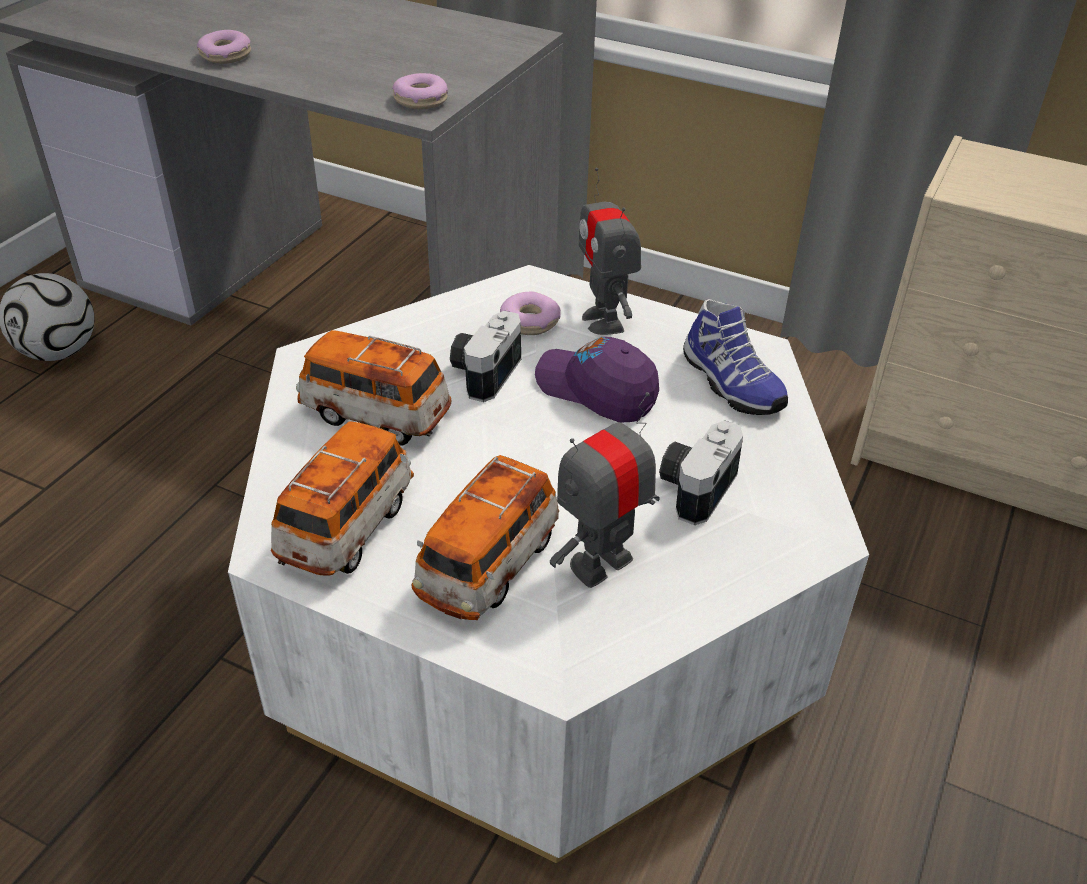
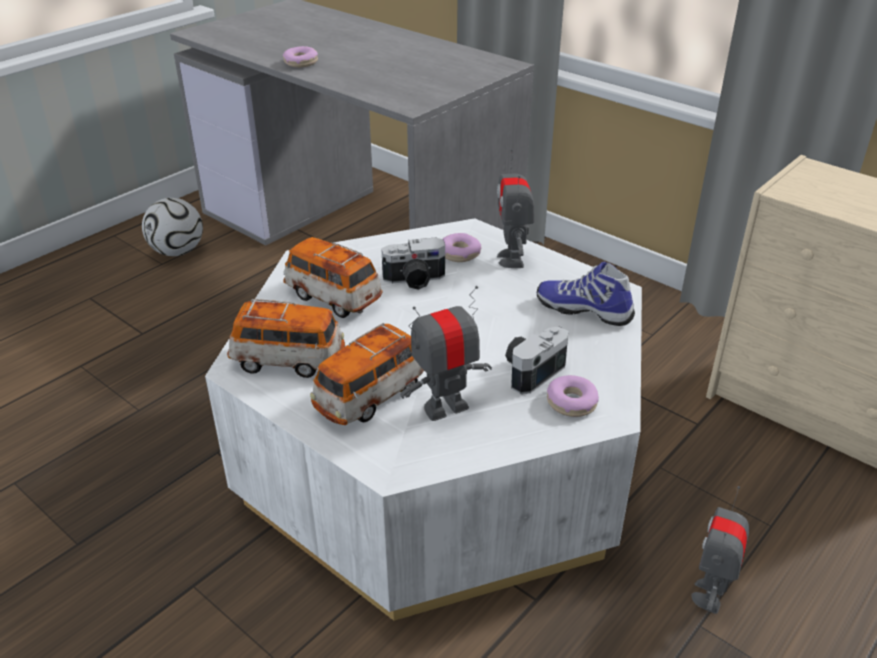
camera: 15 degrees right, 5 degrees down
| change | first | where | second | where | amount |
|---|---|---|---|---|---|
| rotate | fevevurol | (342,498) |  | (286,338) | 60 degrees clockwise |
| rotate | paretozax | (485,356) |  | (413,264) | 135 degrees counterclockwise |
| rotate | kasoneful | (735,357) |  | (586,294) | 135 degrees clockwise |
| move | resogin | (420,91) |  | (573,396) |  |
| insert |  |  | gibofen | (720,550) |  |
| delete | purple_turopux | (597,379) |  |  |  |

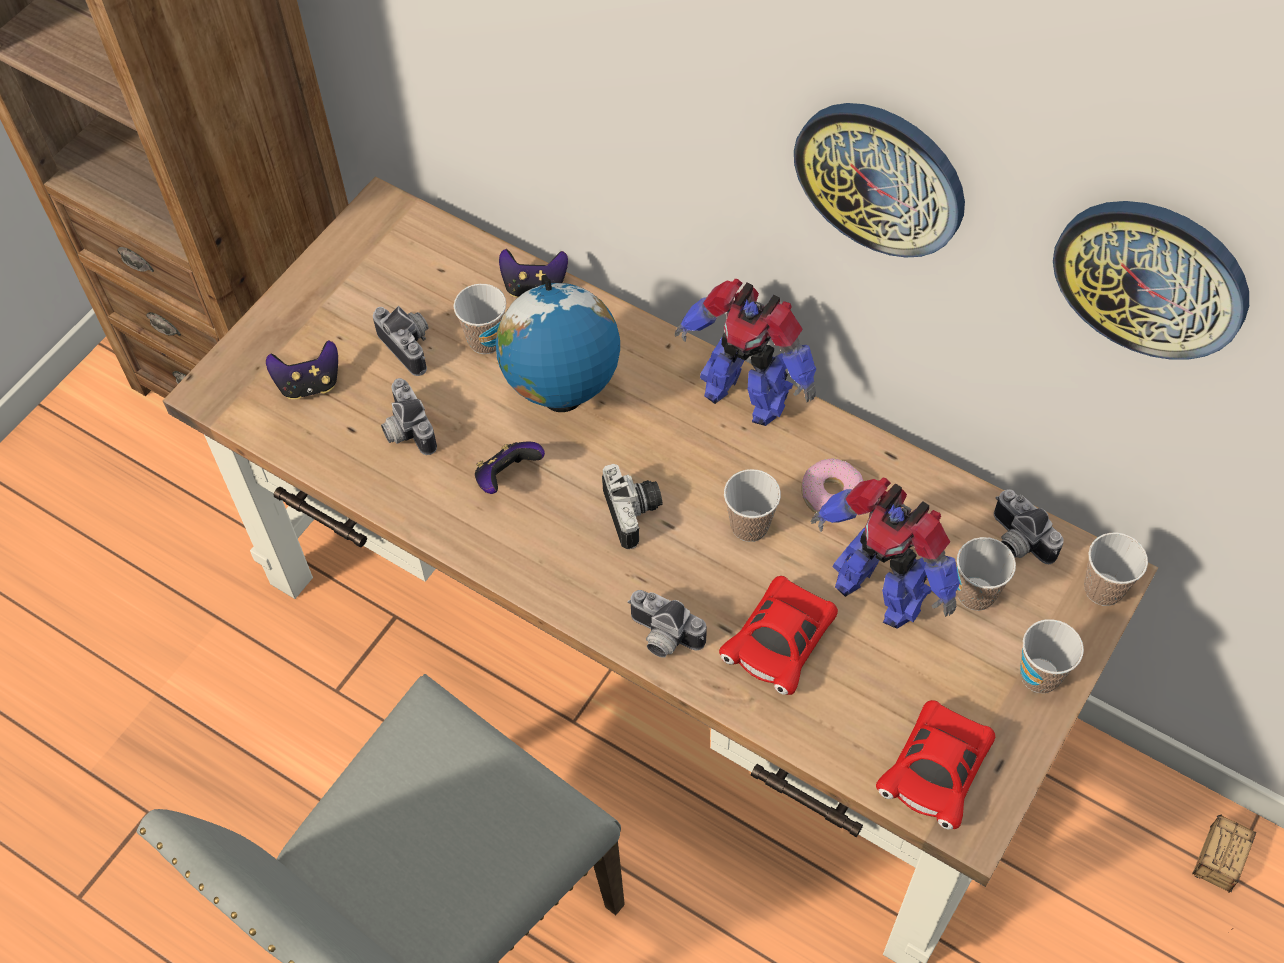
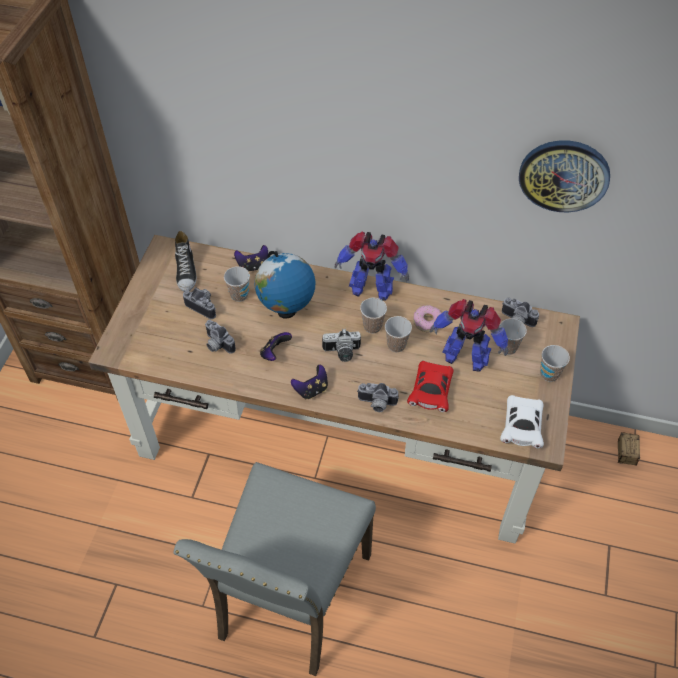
camera: 20 degrees left, 5 degrees down
| change | first | where | second | where | amount |
|---|---|---|---|---|---|
| insert |  |  | kasoneful | (186,261) |  |
| move | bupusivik | (302,370) |  | (309,382) |  |
| rotate | paretozax | (632,506) |  | (341,345) | 120 degrees clockwise |
| move | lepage | (1116,569) |  | (373,315) |  |
| recolor | red_fevevurol | (935,764) | white_fevevurol | (522,422) |  |
| delete | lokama | (879,180) |  |  |  |

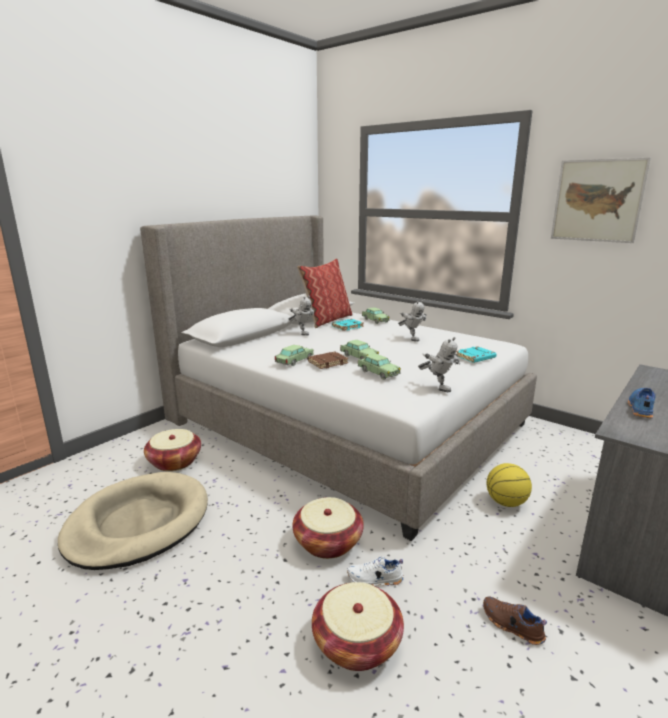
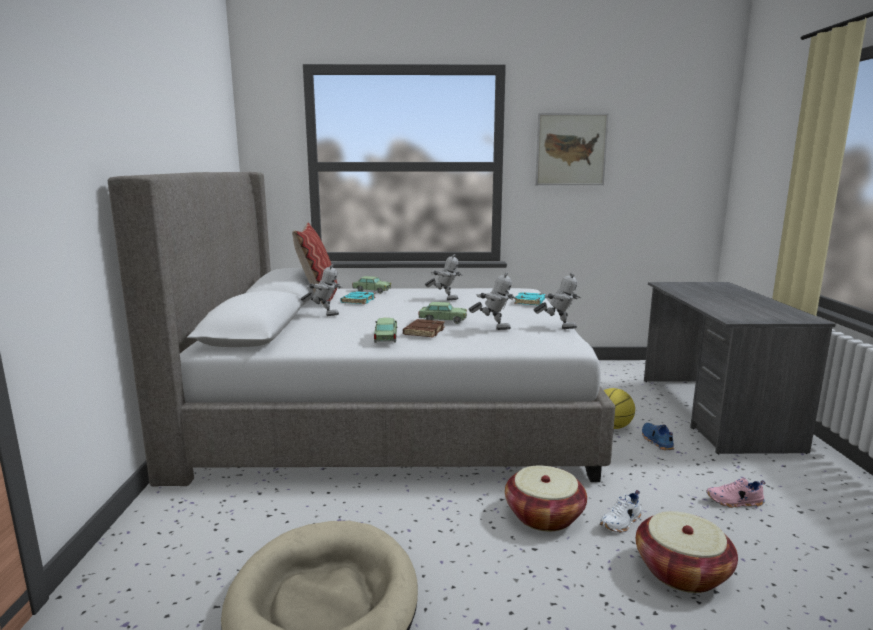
camera: 40 degrees left, 5 degrees down
| change | first | where | second | where | amount |
|---|---|---|---|---|---|
| replace | fevevurol | (379,367) | gibofen | (492,301) |  |
| move | blue_kasoneful | (642,403) |  | (658,436) |  |
| recolor | brown_kasoneful | (515,620) | pink_kasoneful | (736,493) |  |
| delete | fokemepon | (172,450) |  |  |  |

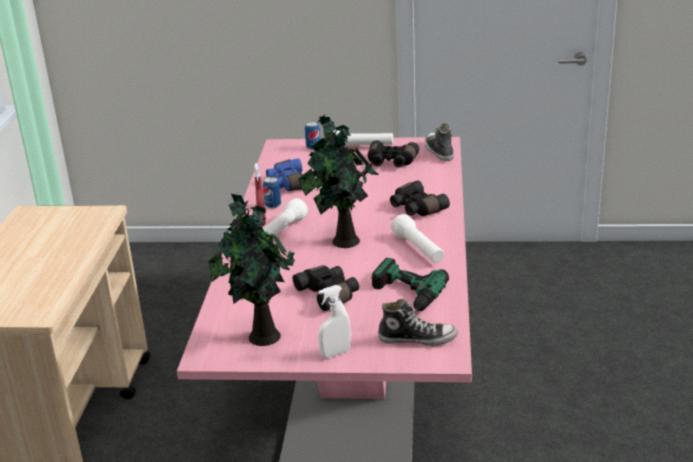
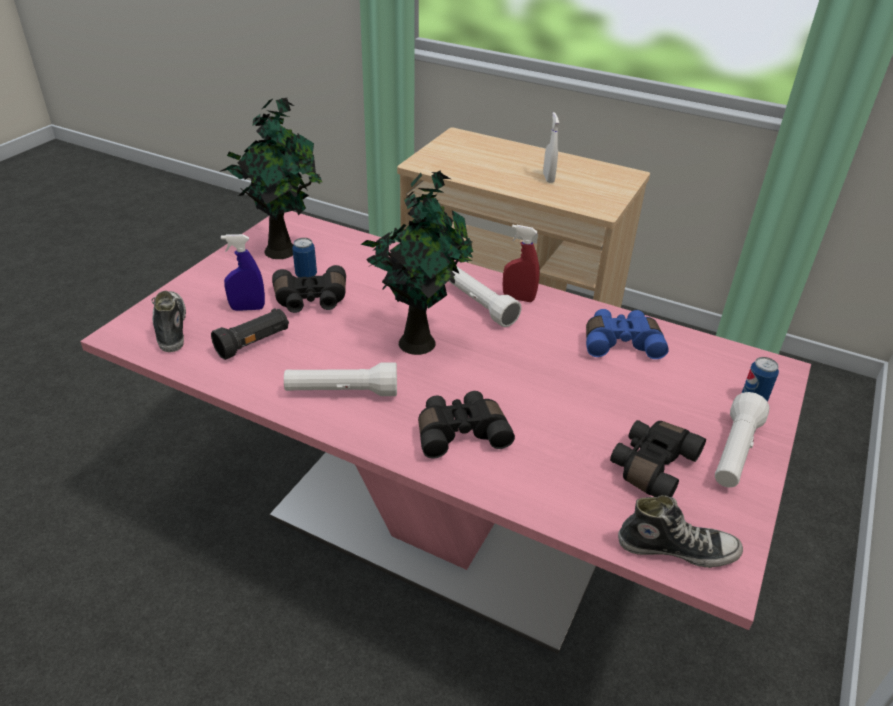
camera: 110 degrees right, 10 degrees up
| change | first | where | second | where | amount |
|---|---|---|---|---|---|
| rotate | kasoneful | (418,322) |  | (169,321) | 135 degrees clockwise |
| replace | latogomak | (410,285) | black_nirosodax | (250,334) |  |
| insert |  |  | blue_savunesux | (243,272) |  |
| move | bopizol | (272,192) |  | (304,257) |  |
| move | white_savunesux | (334,321) |  | (551,147) |  |

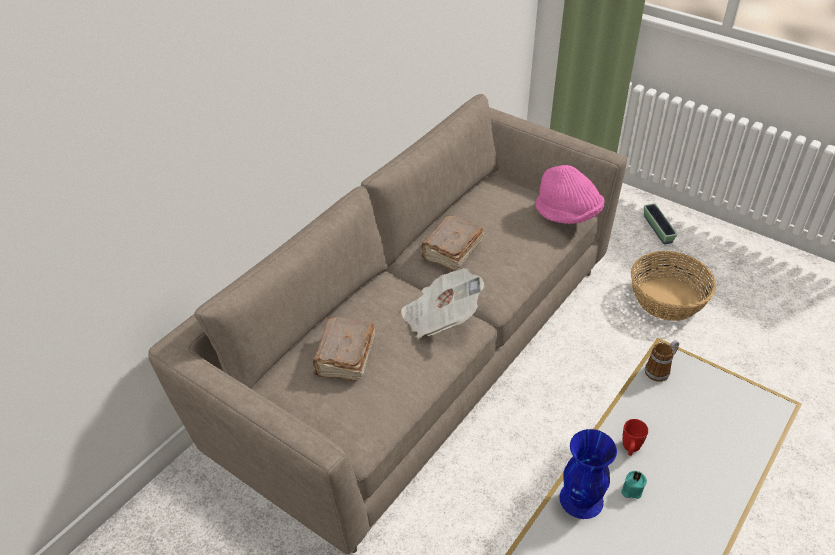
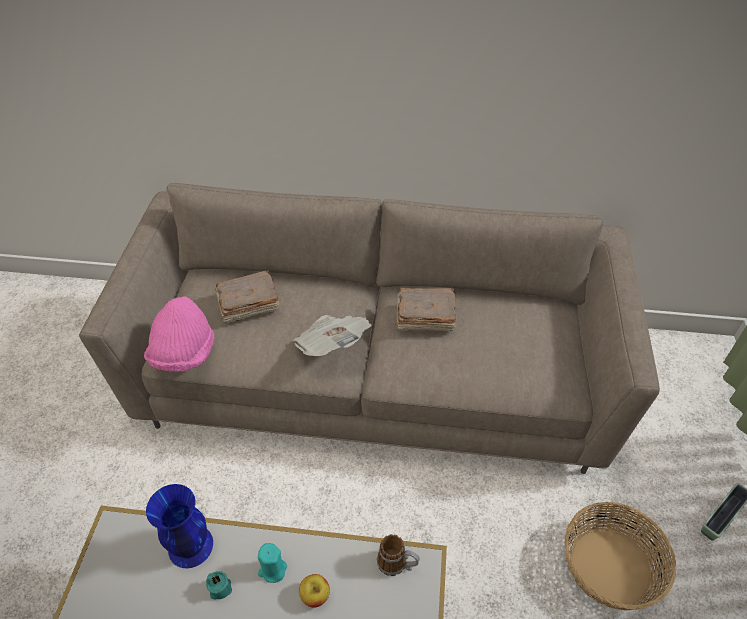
camera: 60 degrees right, 5 degrees up
| change | first | where | second | where | amount |
|---|---|---|---|---|---|
| move | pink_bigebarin | (570,194) |  | (179,334) |  |
| replace | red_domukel | (635,437) | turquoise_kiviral | (272,563) |  |
| insert |  |  | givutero | (314,591) |  |

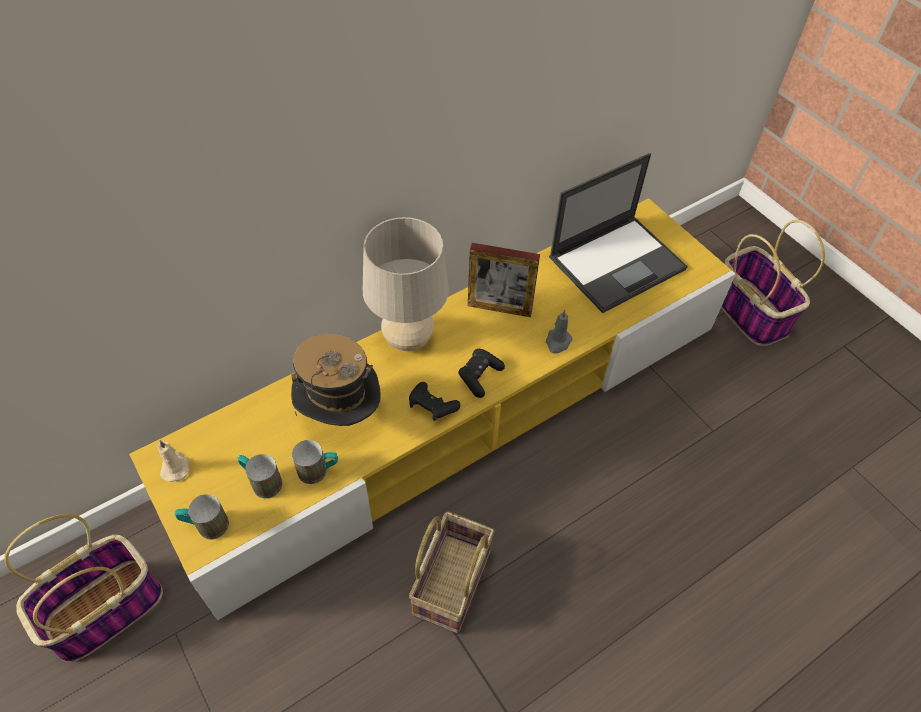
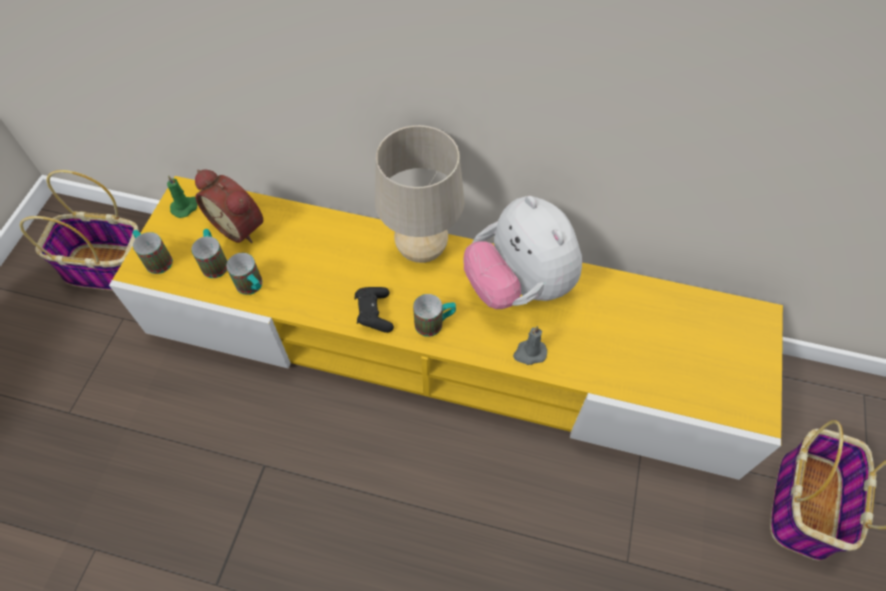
camera: 50 degrees right, 5 degrees up
| change | first | where | second | where | amount |
|---|---|---|---|---|---|
| recolor | beige_kiviral | (173,461) | green_kiviral | (182,196) |  |
| insert |  |  | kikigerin | (229,206) |  |
| replace | black_bupusivik | (481,373) | domukel | (434,315) |  |
| replace | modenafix | (504,280) | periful | (523,252) |  |
| delete | bigebarin | (336,379) |  |  |  |
| delete | fokemepon | (452,572) |  |  |  |
| delete | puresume | (618,233) |  |  |  |

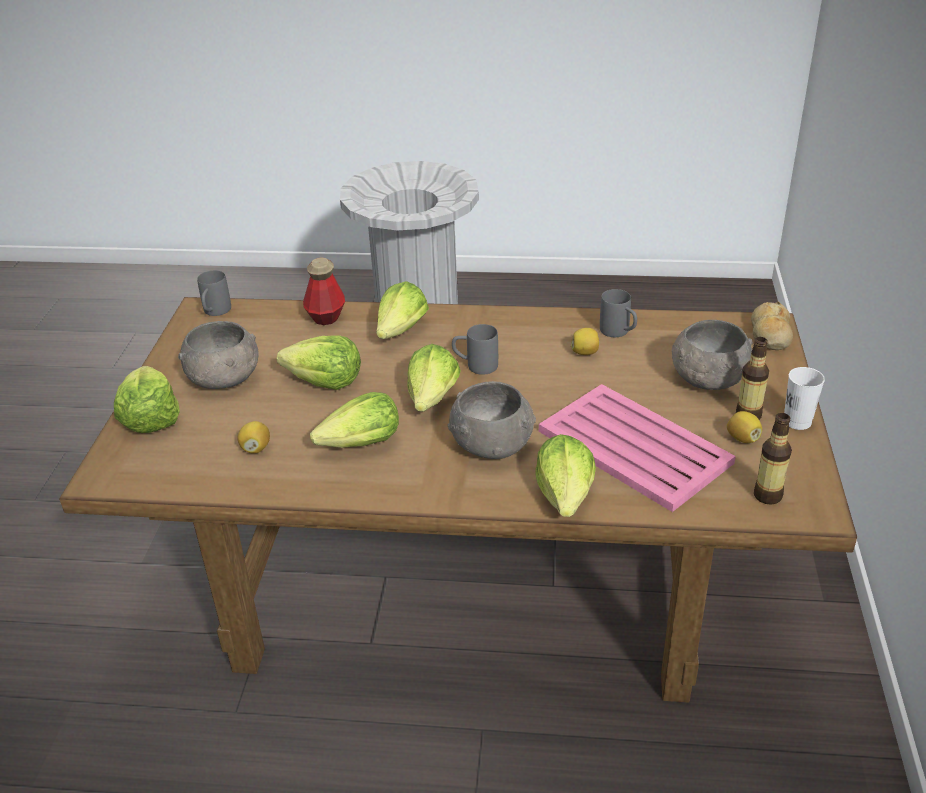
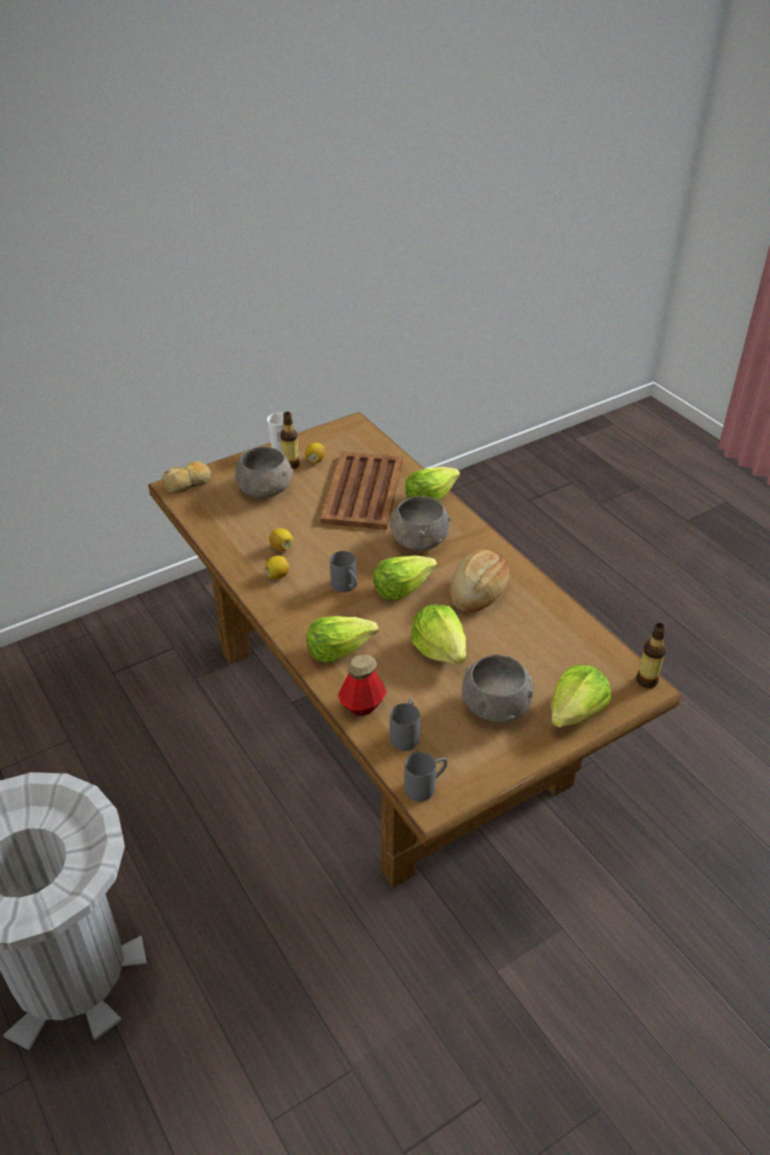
camera: 130 degrees left, 5 degrees up
| change | first | where | second | where | amount |
|---|---|---|---|---|---|
| move | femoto | (254,437) |  | (277,567) |  |
| recolor | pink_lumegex | (637,448) | brown_lumegex | (361,491) |  |
| move | grey_domukel | (618,313) |  | (405,725) |  |
| replace | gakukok | (354,420) | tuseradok | (479,581) |  |
| move | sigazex | (773,459) |  | (651,655) |  |

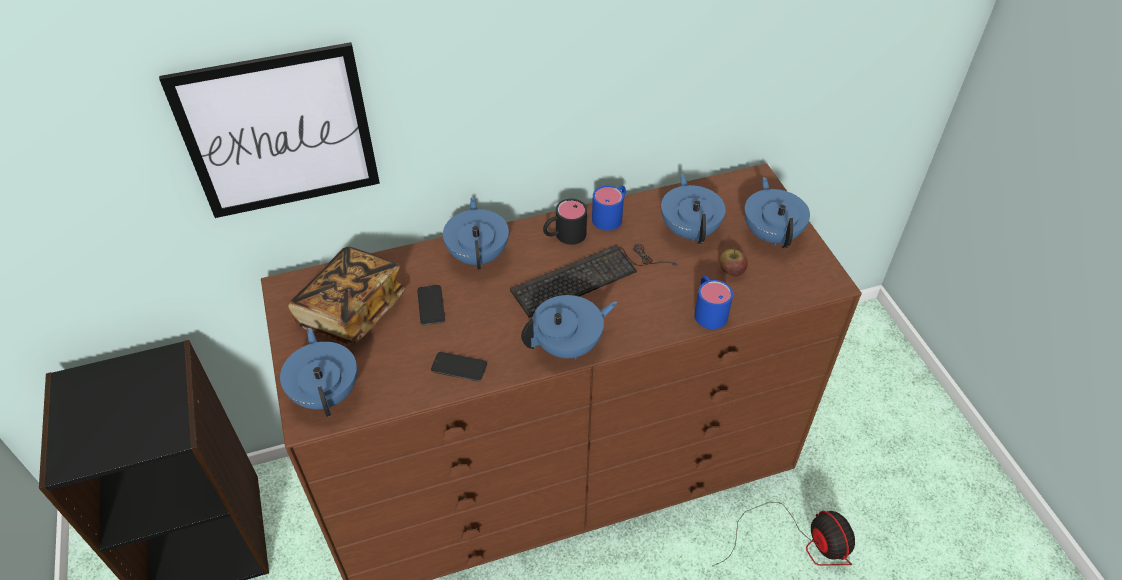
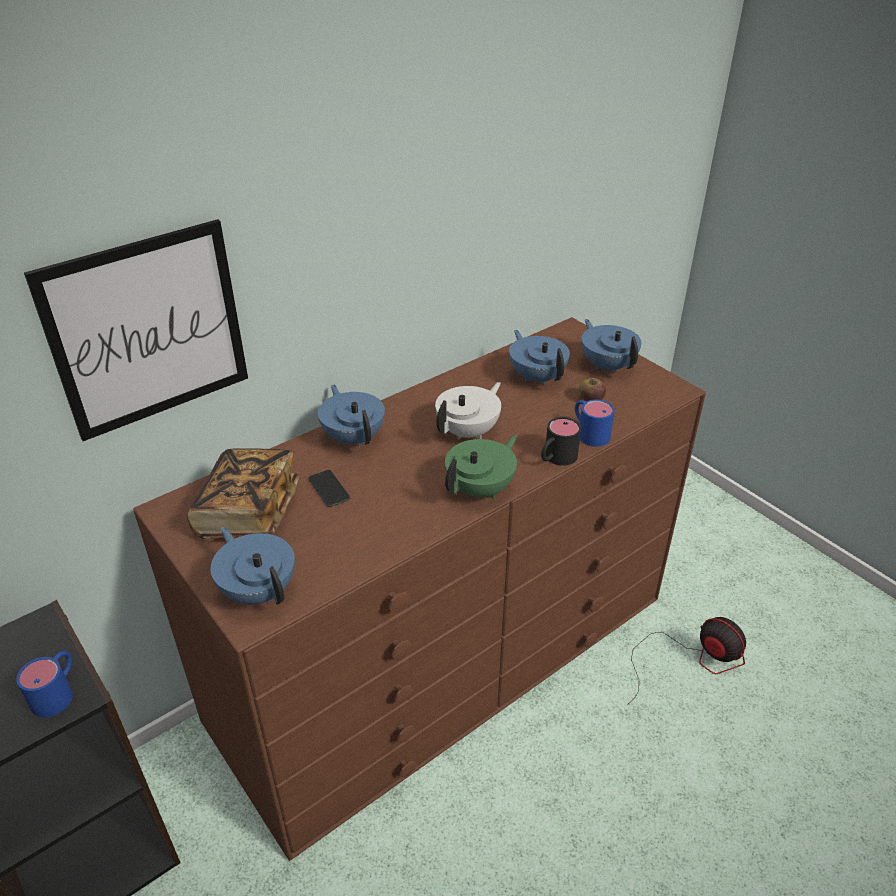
camera: 20 degrees left, 10 degrees down
| change | first | where | second | where | amount |
|---|---|---|---|---|---|
| move | blue_domukel | (609,208) |  | (44,684) |  |
| replace | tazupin | (593,281) | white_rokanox | (468,411) |  |
| recolor | blue_rokanox | (569,327) | green_rokanox | (481,467) |  |
| move | black_domukel | (565,222) |  | (561,441) |  |
| delete | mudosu | (459,366) |  |  |  |

